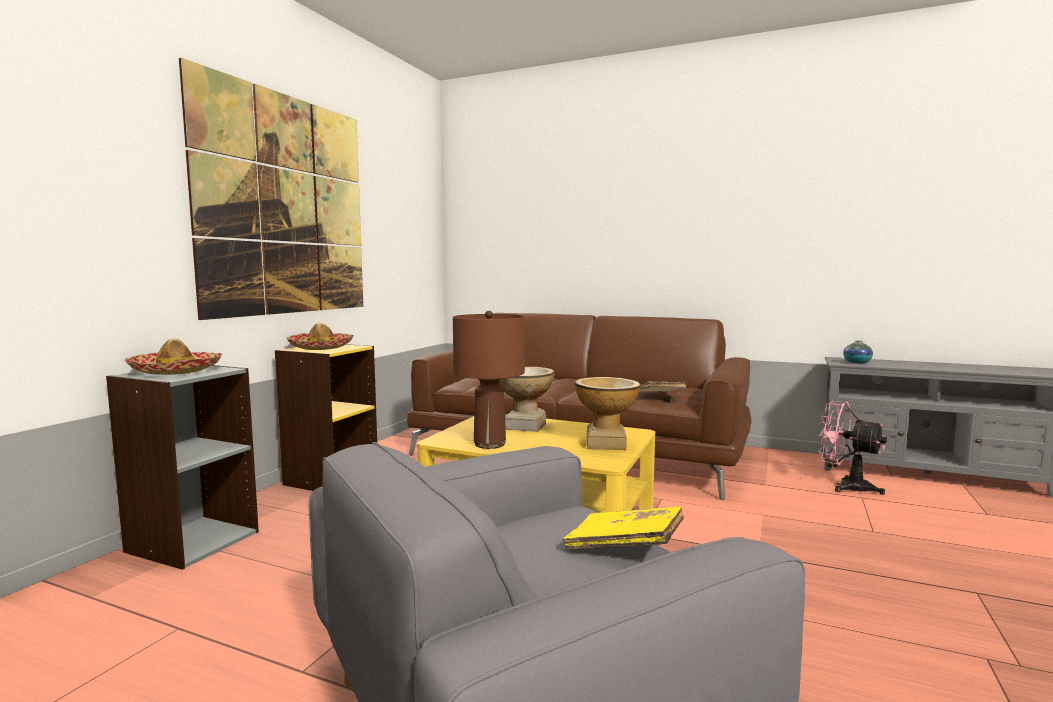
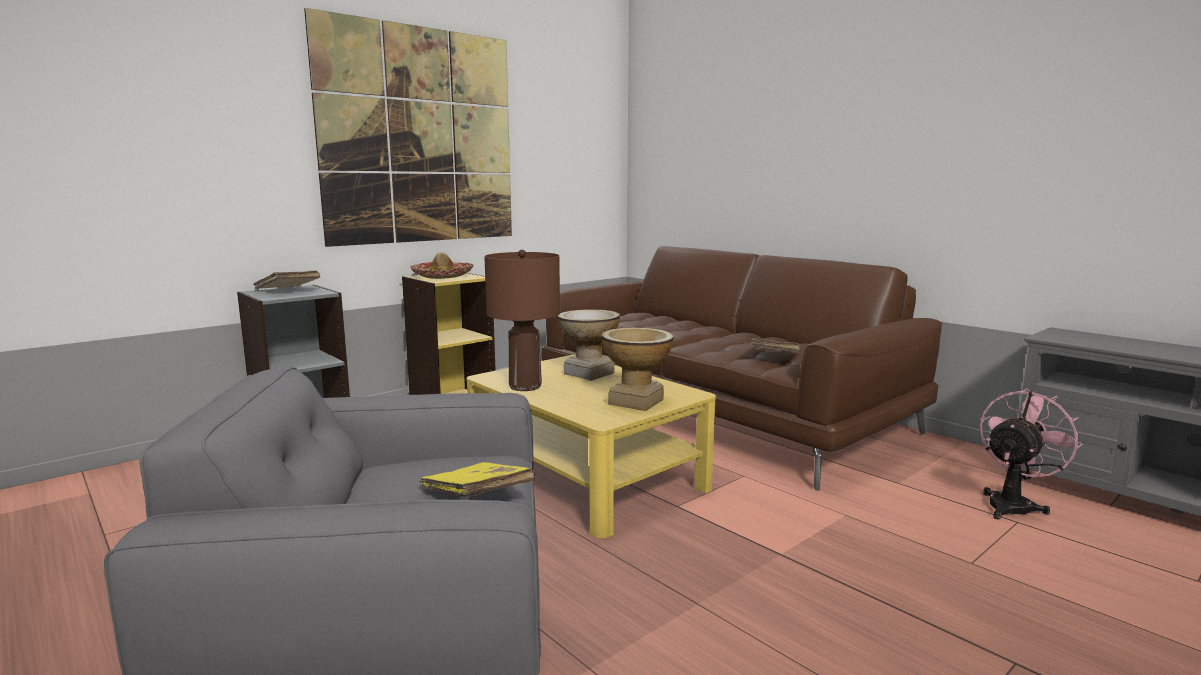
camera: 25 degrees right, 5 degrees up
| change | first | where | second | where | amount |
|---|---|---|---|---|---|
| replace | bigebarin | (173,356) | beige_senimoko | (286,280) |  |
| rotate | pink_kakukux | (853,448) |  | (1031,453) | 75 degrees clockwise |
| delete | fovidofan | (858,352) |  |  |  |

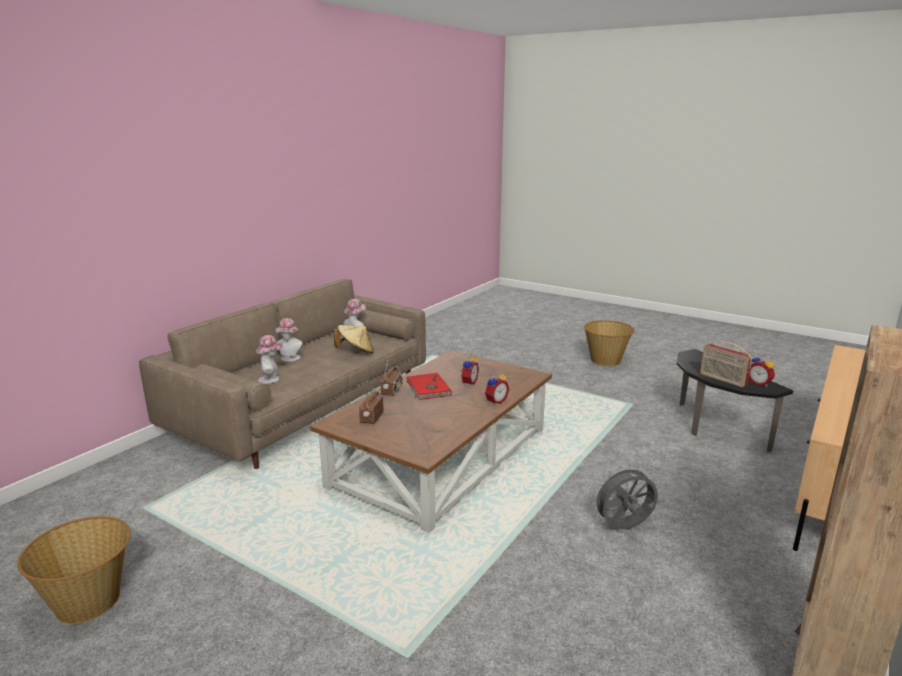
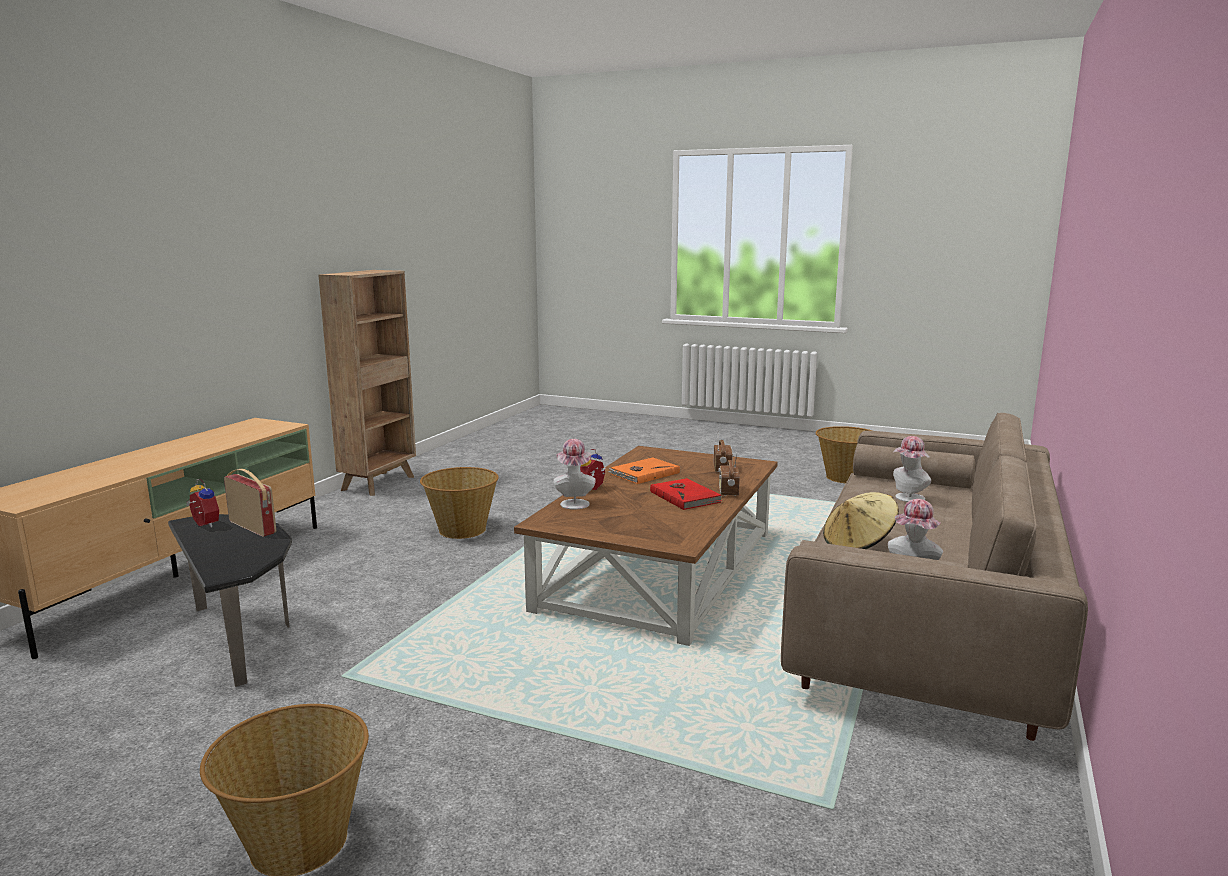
camera: 170 degrees right, 5 degrees down
| change | first | where | second | where | amount |
|---|---|---|---|---|---|
| replace | grey_kakukux | (625,496) | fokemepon | (459,503) |  |
| move | bigebarin | (289,340) |  | (574,474) |  |
| insert |  |  | orange_senimoko | (644,470) |  |
| delete | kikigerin | (469,370) |  |  |  |

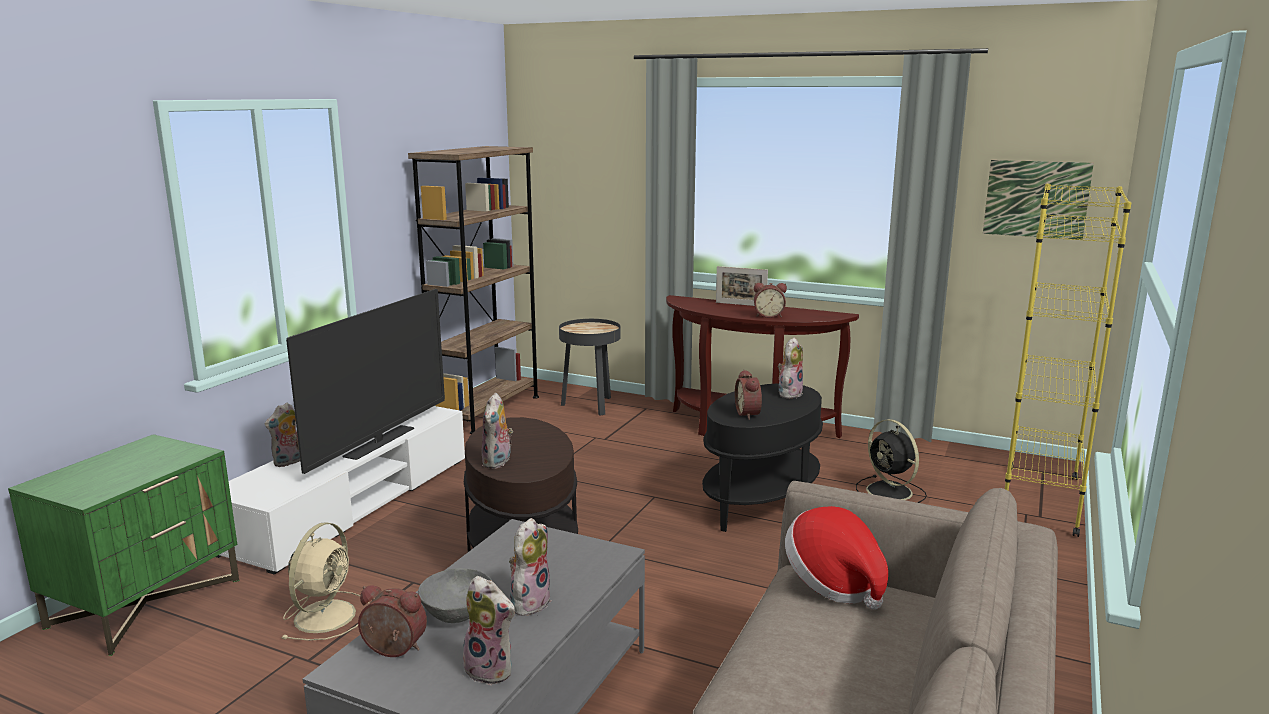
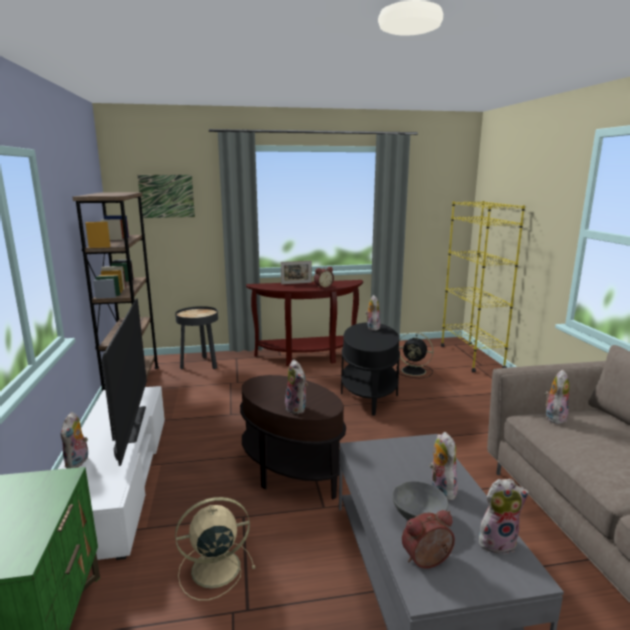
camera: 35 degrees left, 0 degrees up
| change | first | where | second | where | amount |
|---|---|---|---|---|---|
| move | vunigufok | (1038,200) |  | (166,196) |  |
| rotate | beige_kakukux | (325,581) |  | (215,549) | 90 degrees counterclockwise |
| replace | bigebarin | (836,557) | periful | (557,397) |  |
| delete | kikigerin | (748,394) |  |  |  |

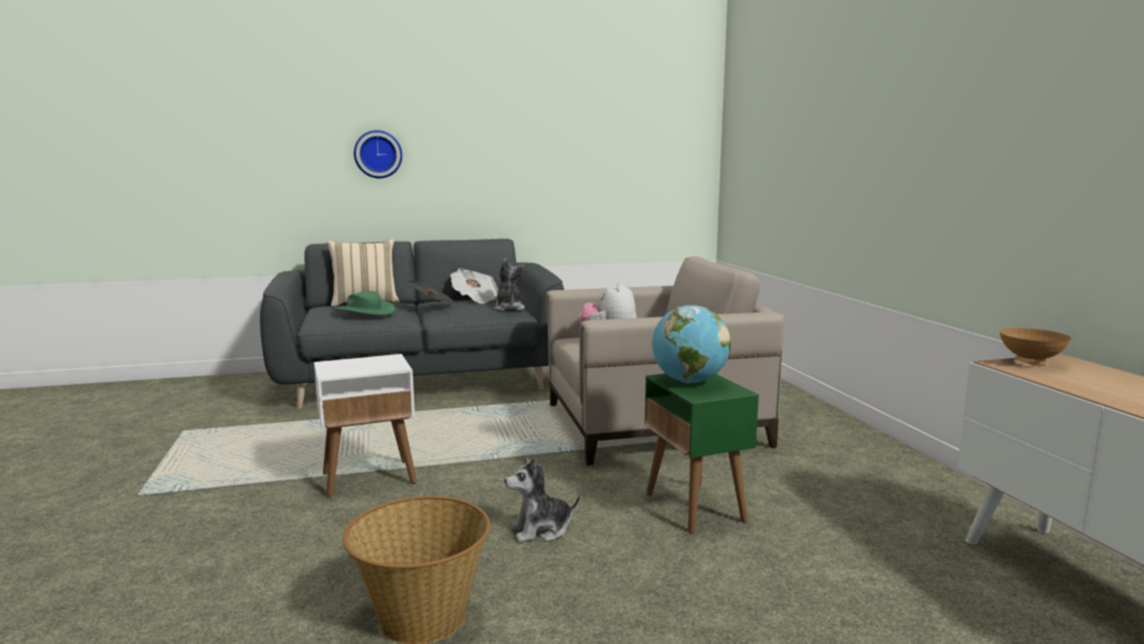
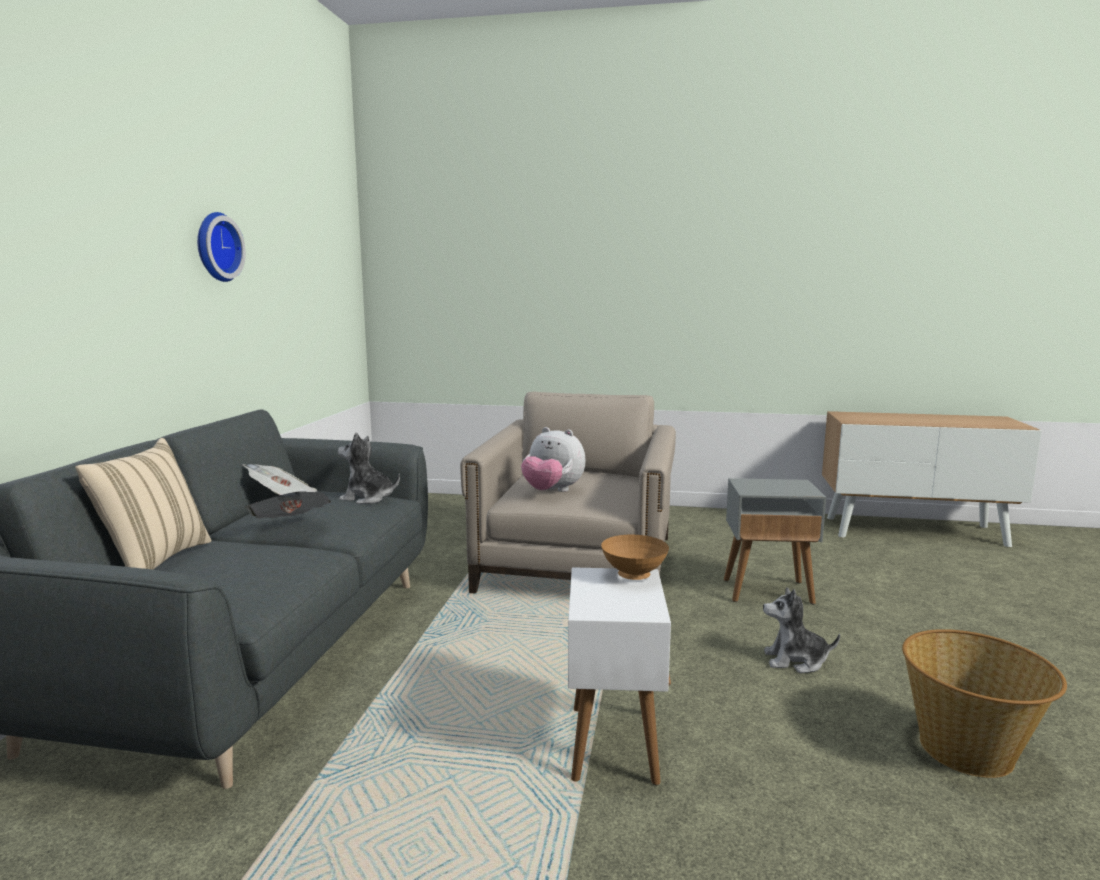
camera: 65 degrees left, 0 degrees up
| change | first | where | second | where | amount |
|---|---|---|---|---|---|
| move | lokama | (378,154) |  | (221,247) |  |
| move | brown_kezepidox | (1035,346) |  | (635,557) |  |
| recolor | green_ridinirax | (702,453) | grey_ridinirax | (775,541) |  |
| rotate | periful | (542,499) |  | (801,630) | 90 degrees clockwise |
| delete | green_bigebarin | (364,303) |  |  |  |
| delete | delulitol | (691,344) |  |  |  |

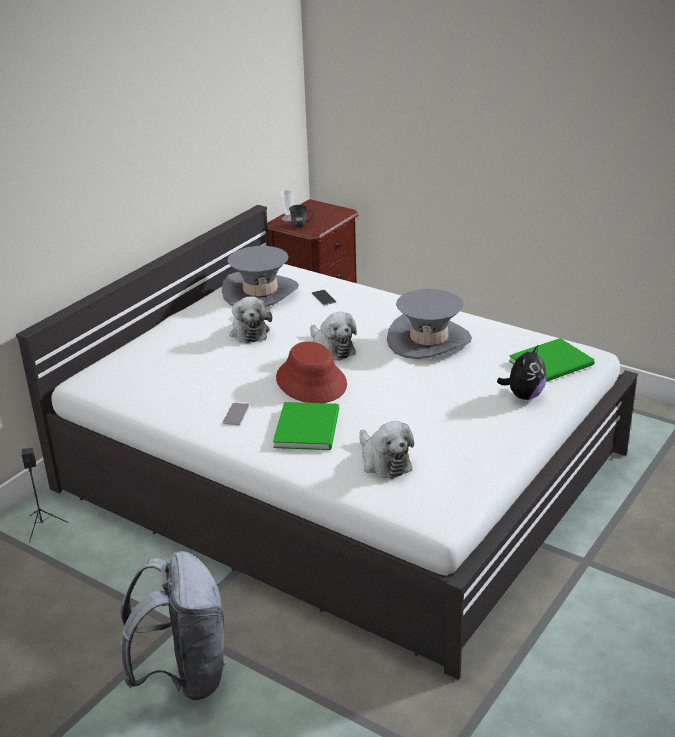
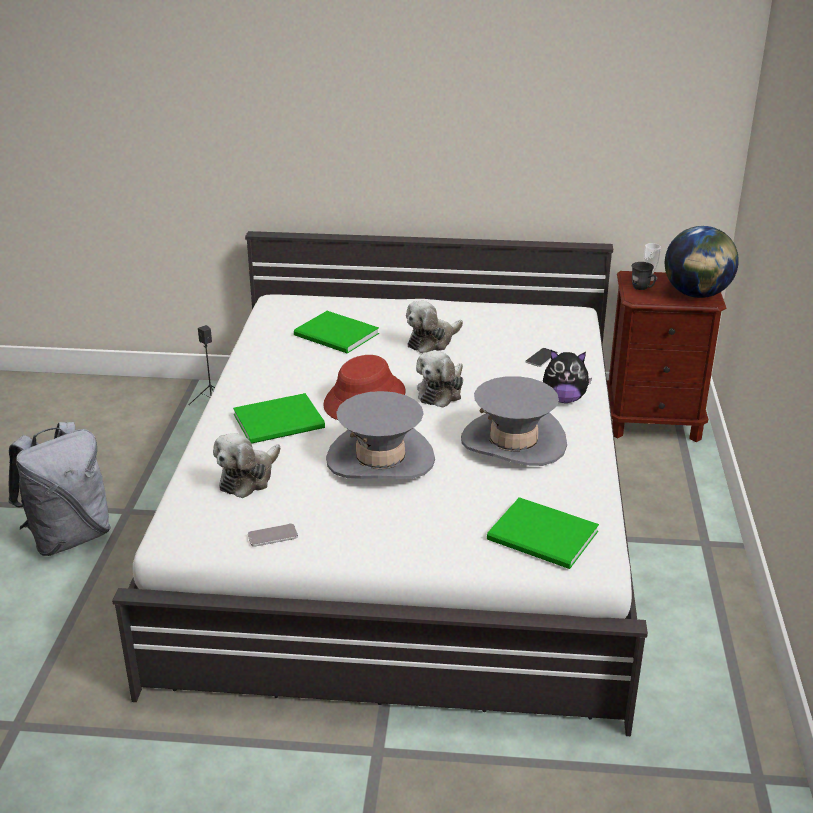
camera: 60 degrees right, 0 degrees up
| change | first | where | second | where | amount |
|---|---|---|---|---|---|
| move | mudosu | (236,414) |  | (273,535) |  |
| insert |  |  | green_senimoko | (336,332) |  |
| move | grey_bigebarin | (260,276) |  | (380,435) |  |
| move | periful | (522,372) |  | (567,376) |  |
| insert |  |  | delulitol | (702,262) |  |

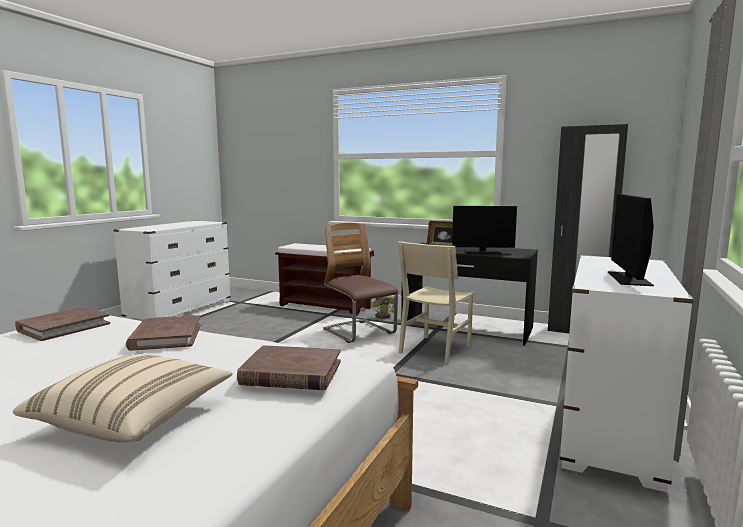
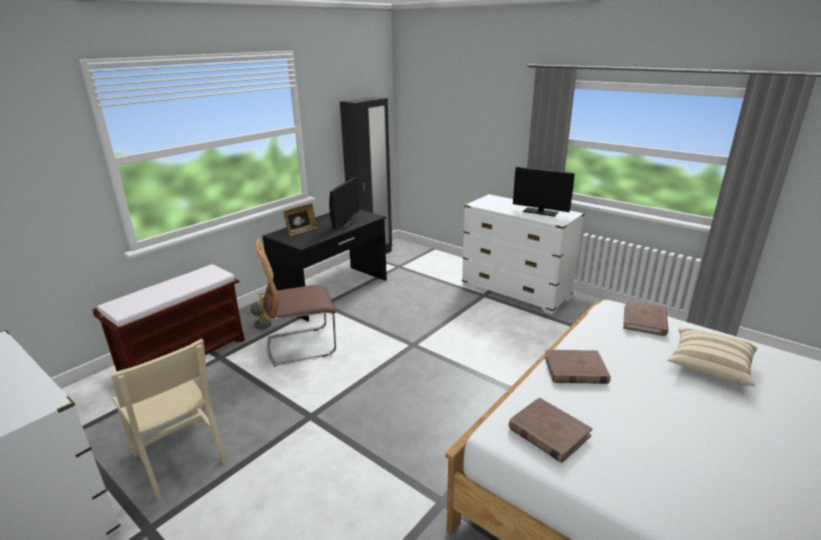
camera: 75 degrees left, 15 degrees up
| change | first | where | second | where | amount |
|---|---|---|---|---|---|
| move | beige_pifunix | (436,302) |  | (169,419) |  |

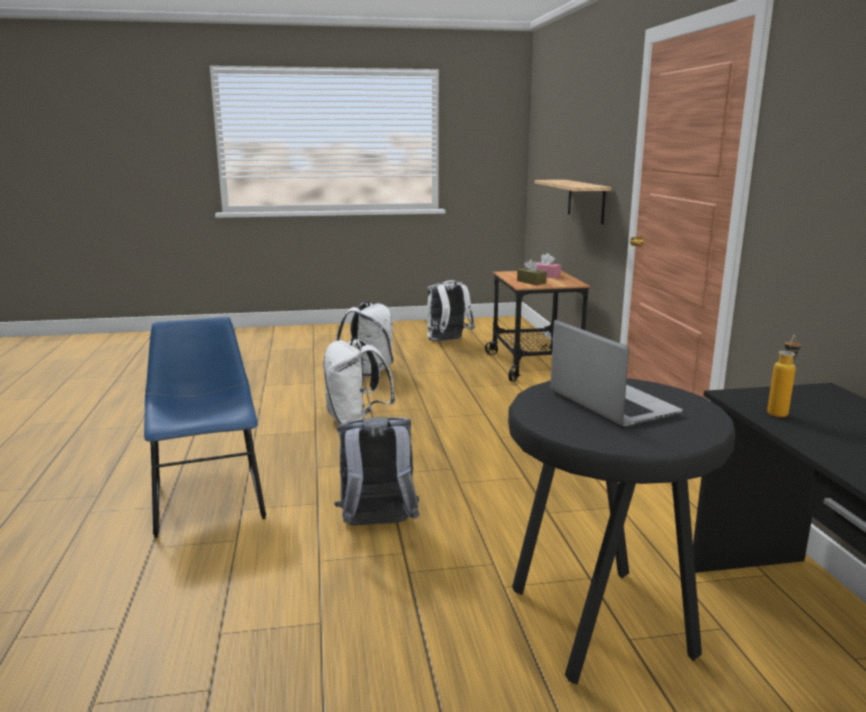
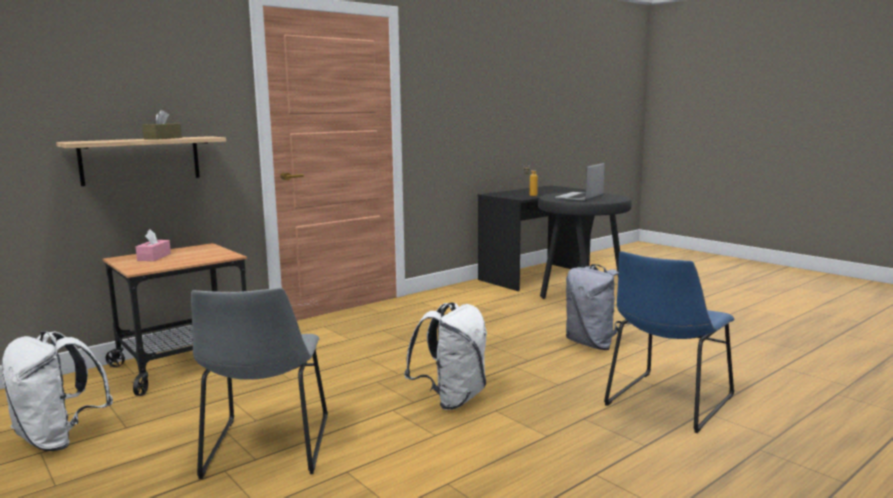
camera: 120 degrees left, 5 degrees down
| change | first | where | second | where | amount |
|---|---|---|---|---|---|
| move | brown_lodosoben | (532,272) |  | (162,124) |  |
| replace | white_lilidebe | (364,339) | grey_pifunix | (259,383) |  |

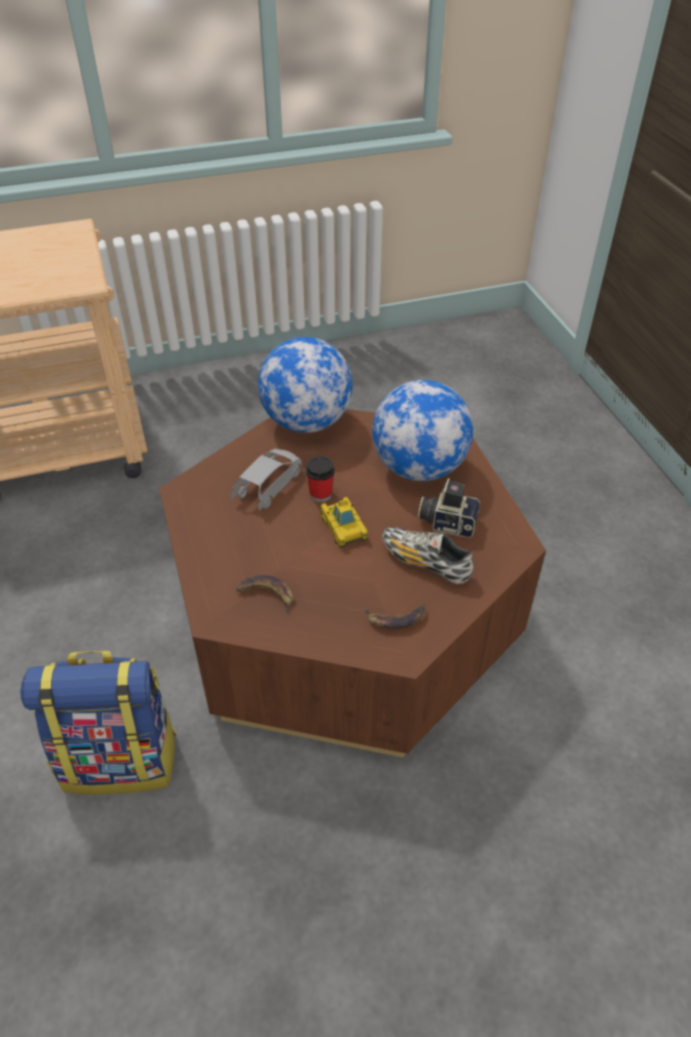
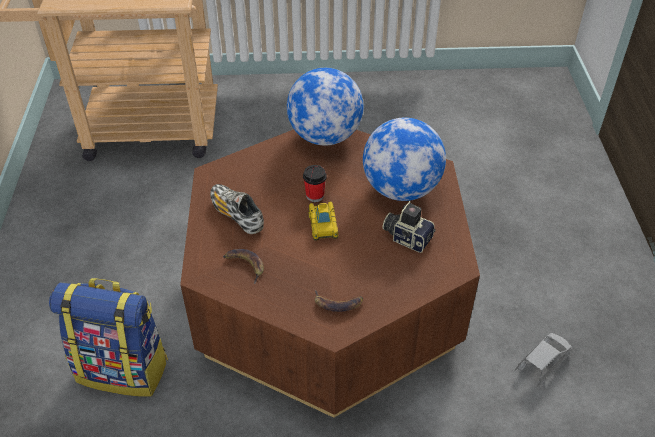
camera: 15 degrees right, 0 degrees up
| change | first | where | second | where | amount |
|---|---|---|---|---|---|
| move | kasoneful | (427,555) |  | (237,209) |  |
| move | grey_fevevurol | (266,480) |  | (543,360) |  |

